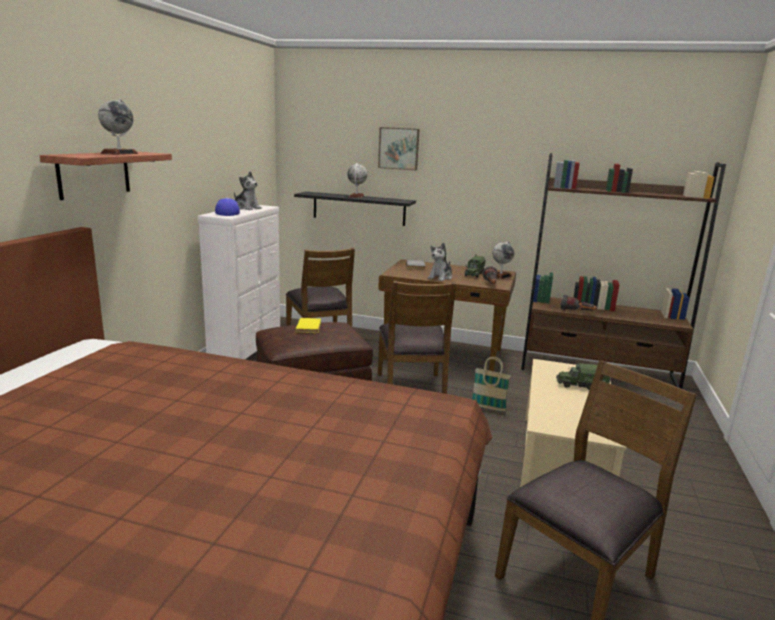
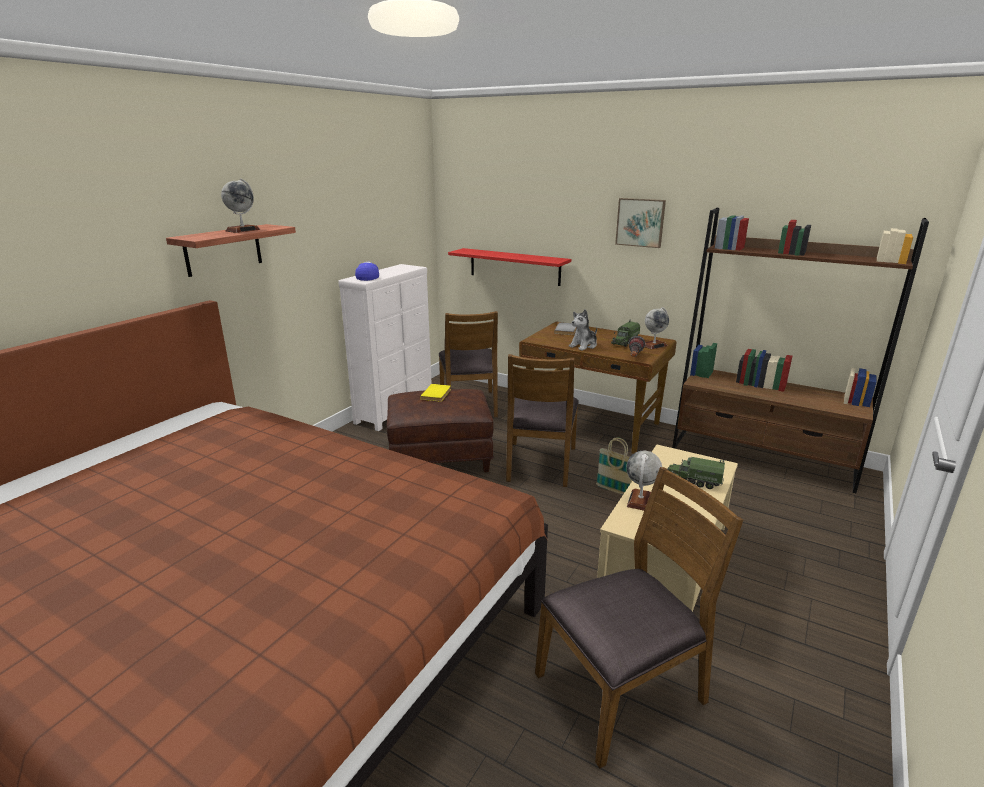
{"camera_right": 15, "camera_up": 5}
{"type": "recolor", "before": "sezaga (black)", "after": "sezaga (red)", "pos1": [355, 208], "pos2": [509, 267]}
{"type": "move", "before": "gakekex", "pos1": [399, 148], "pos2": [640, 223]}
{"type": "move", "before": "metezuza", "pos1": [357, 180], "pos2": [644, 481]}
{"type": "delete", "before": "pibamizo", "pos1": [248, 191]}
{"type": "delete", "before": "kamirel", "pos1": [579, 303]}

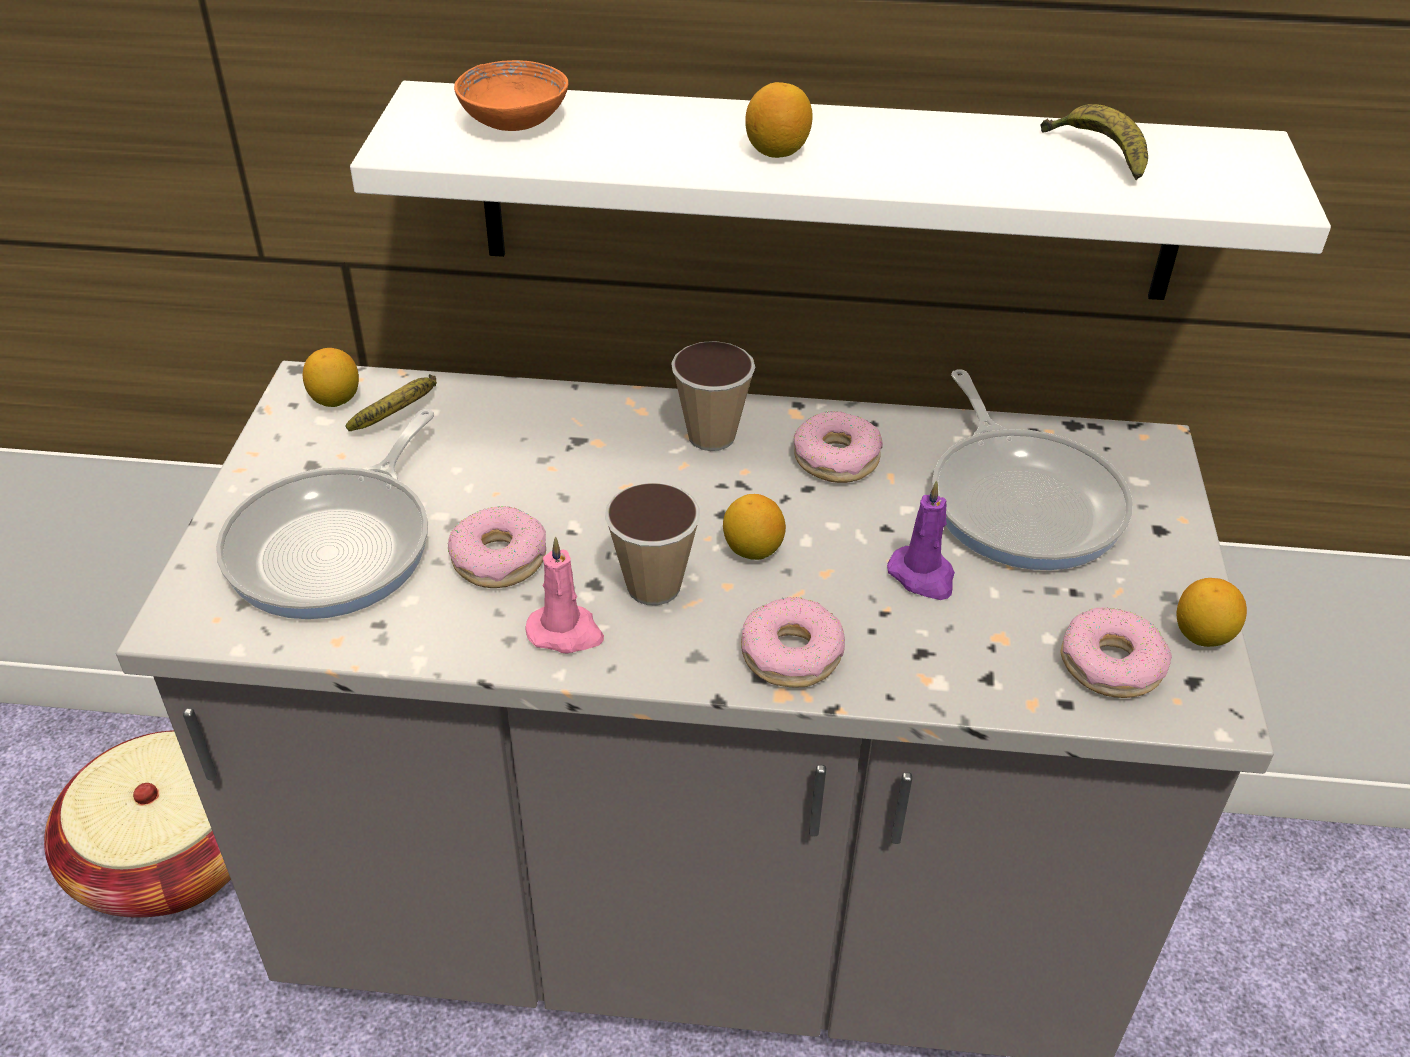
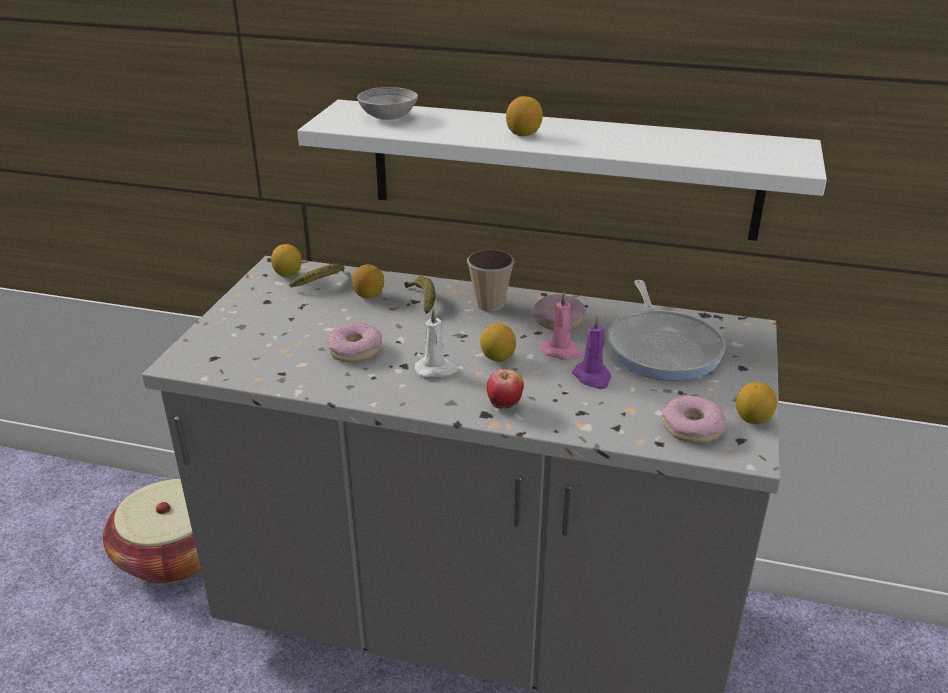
{"camera_right": 10, "camera_up": -10}
{"type": "insert", "after": "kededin", "pos2": [368, 281]}
{"type": "recolor", "before": "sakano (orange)", "after": "sakano (grey)", "pos1": [511, 95], "pos2": [387, 103]}
{"type": "move", "before": "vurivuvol", "pos1": [1094, 142], "pos2": [420, 295]}
{"type": "replace", "before": "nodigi", "after": "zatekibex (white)", "pos1": [652, 544], "pos2": [436, 342]}
{"type": "replace", "before": "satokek", "after": "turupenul", "pos1": [793, 642], "pos2": [505, 389]}
{"type": "move", "before": "zatekibex (pink)", "pos1": [564, 595], "pos2": [561, 325]}
{"type": "delete", "before": "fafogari", "pos1": [325, 514]}

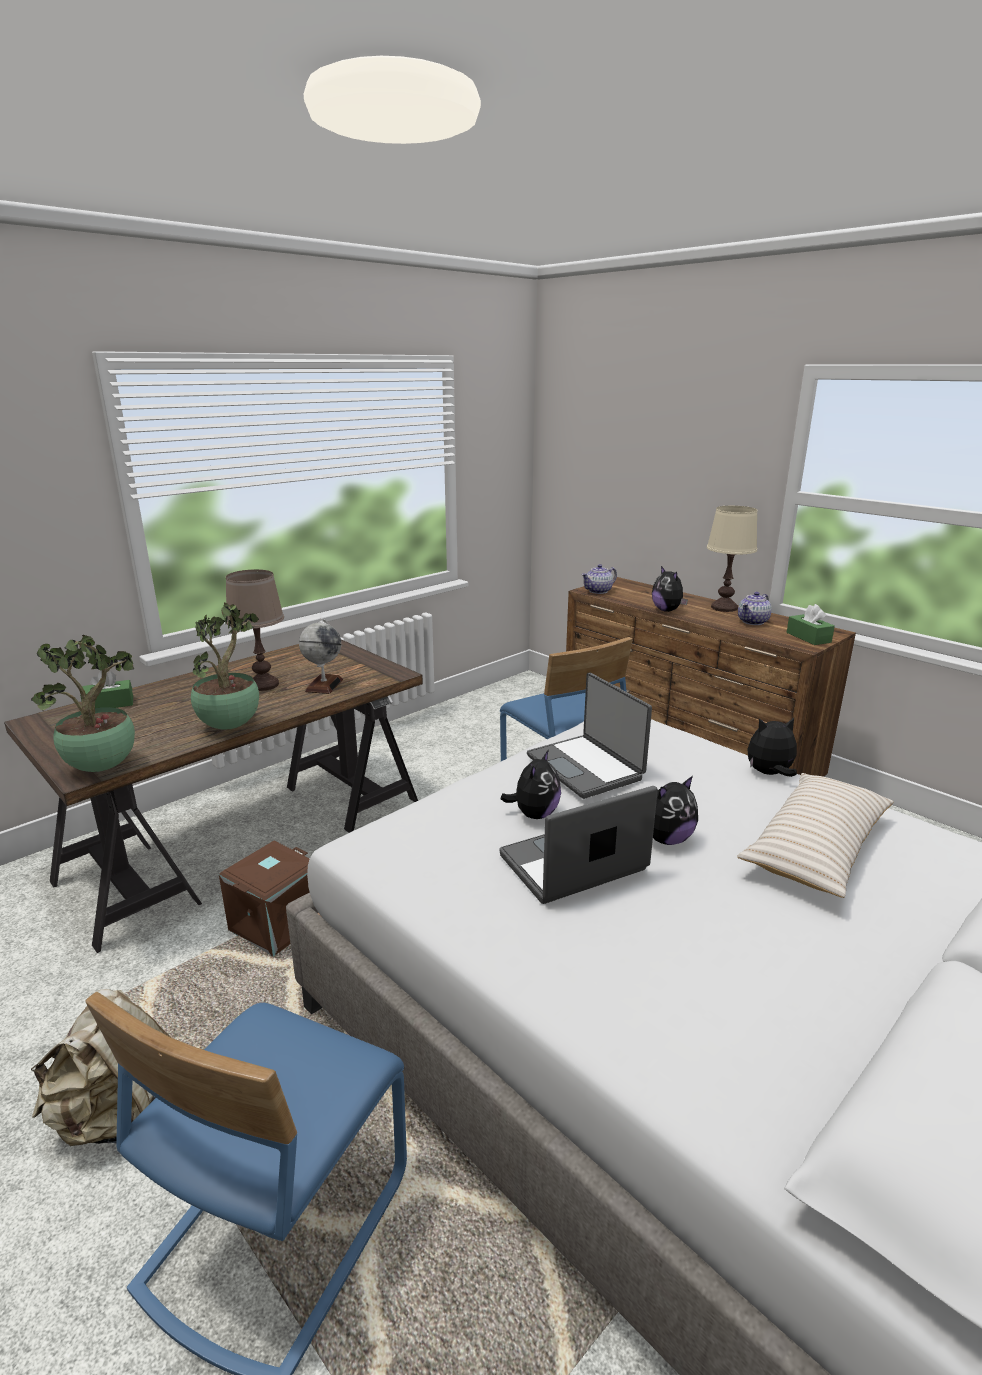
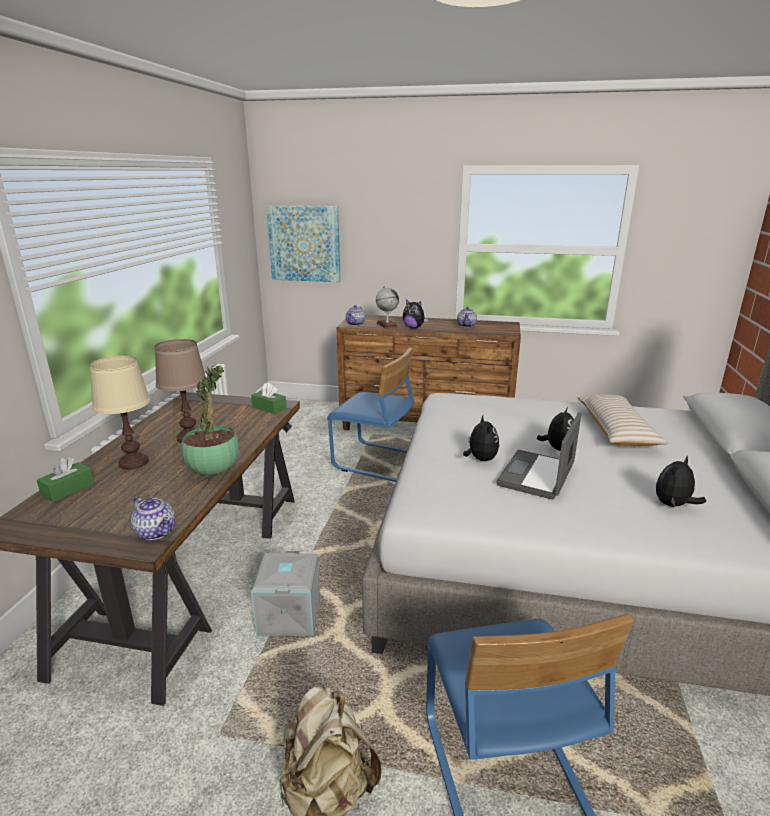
{"camera_right": -35, "camera_up": 0}
{"type": "move", "before": "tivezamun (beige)", "pos1": [732, 559], "pos2": [119, 413]}
{"type": "replace", "before": "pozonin", "after": "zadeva", "pos1": [83, 703], "pos2": [153, 518]}
{"type": "move", "before": "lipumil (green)", "pos1": [811, 624], "pos2": [269, 398]}
{"type": "recolor", "before": "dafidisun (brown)", "after": "dafidisun (grey)", "pos1": [264, 899], "pos2": [285, 594]}
{"type": "insert", "after": "gakekex", "pos2": [303, 243]}
{"type": "move", "before": "metezuza", "pos1": [321, 656], "pos2": [387, 307]}
{"type": "move", "before": "pibamizo", "pos1": [772, 747], "pos2": [681, 481]}
{"type": "delete", "before": "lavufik", "pos1": [589, 735]}

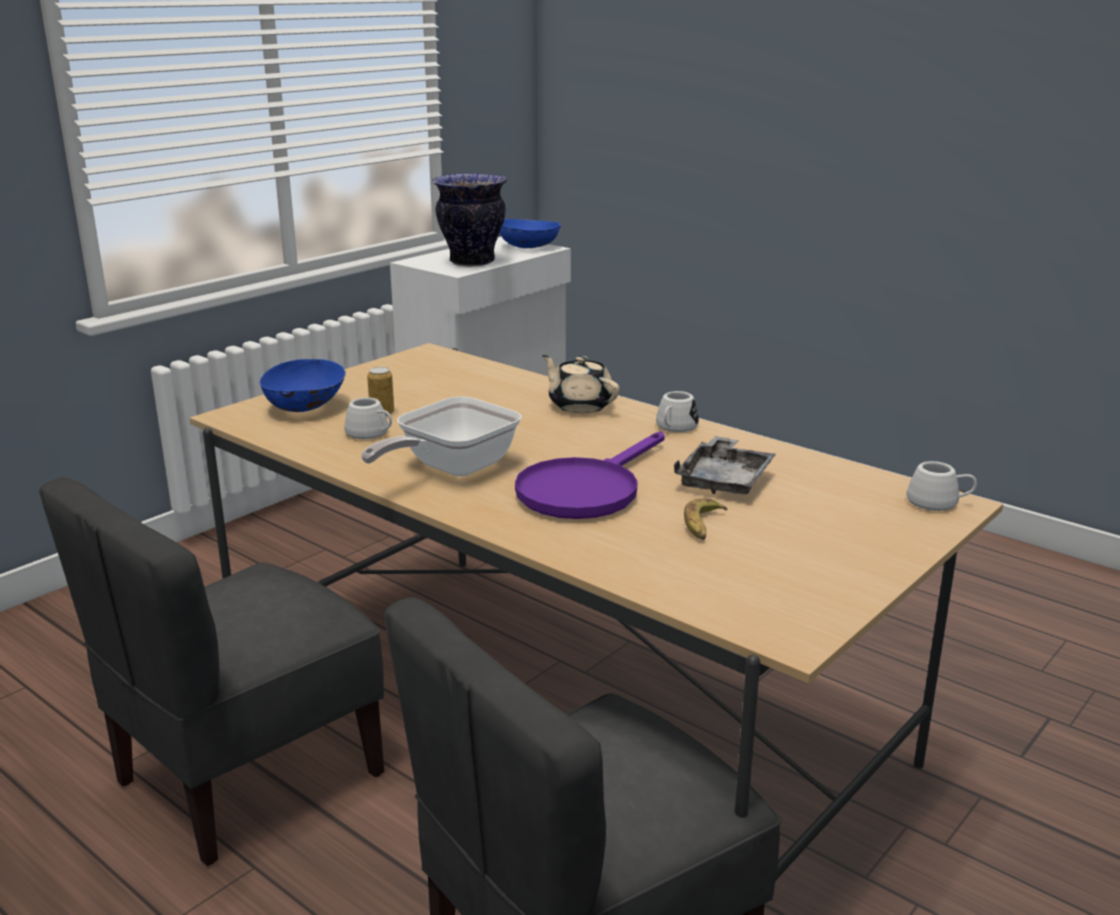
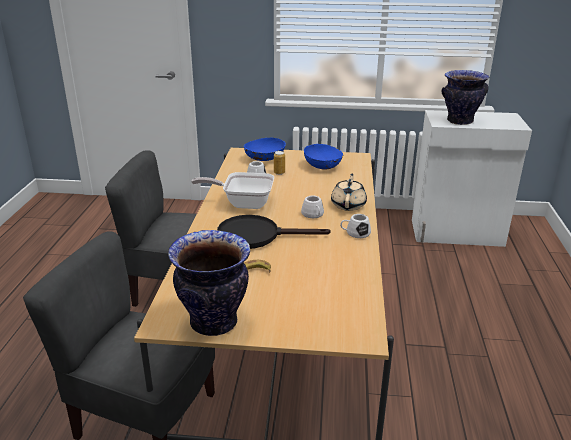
{"camera_right": 55, "camera_up": 5}
{"type": "insert", "after": "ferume", "pos2": [209, 283]}
{"type": "recolor", "before": "fafogari (purple)", "after": "fafogari (black)", "pos1": [590, 475], "pos2": [274, 232]}
{"type": "move", "before": "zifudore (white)", "pos1": [941, 486], "pos2": [312, 207]}
{"type": "move", "before": "sakano (blue)", "pos1": [530, 233], "pos2": [323, 157]}
{"type": "delete", "before": "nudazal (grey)", "pos1": [725, 465]}

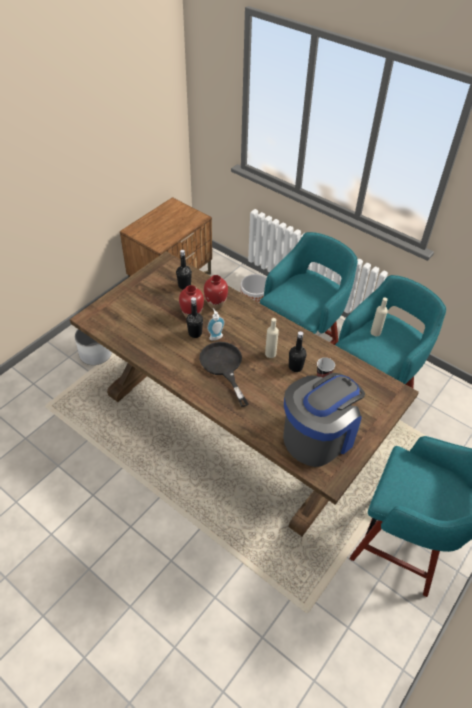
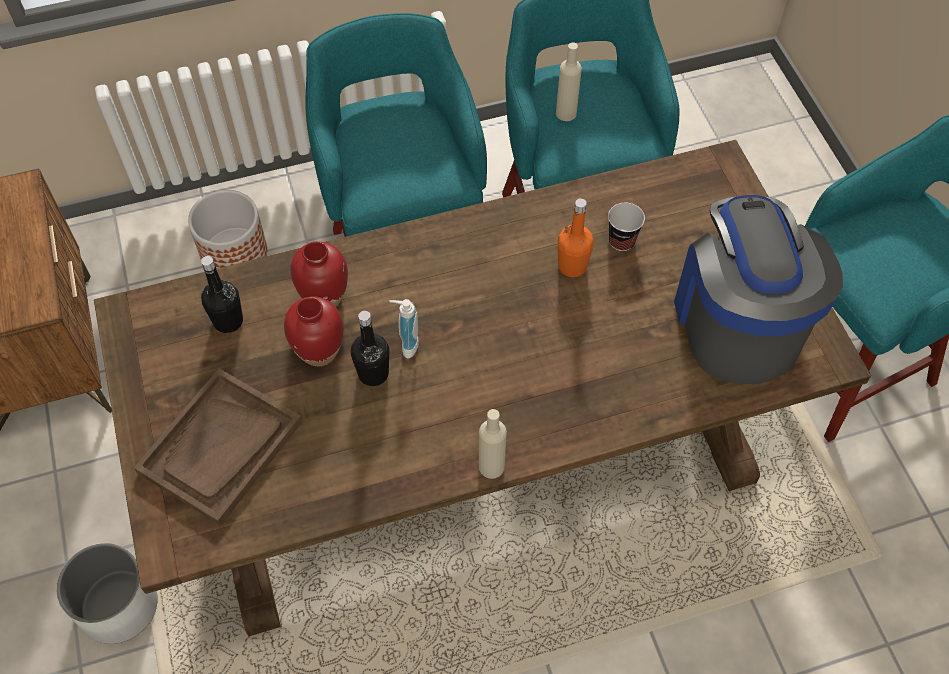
{"camera_right": -55, "camera_up": 10}
{"type": "insert", "after": "nudazal (brown)", "pos2": [218, 447]}
{"type": "move", "before": "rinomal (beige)", "pos1": [272, 338], "pos2": [493, 444]}
{"type": "recolor", "before": "rinomal (black)", "after": "rinomal (orange)", "pos1": [298, 351], "pos2": [576, 237]}
{"type": "delete", "before": "fafogari (black)", "pos1": [224, 374]}

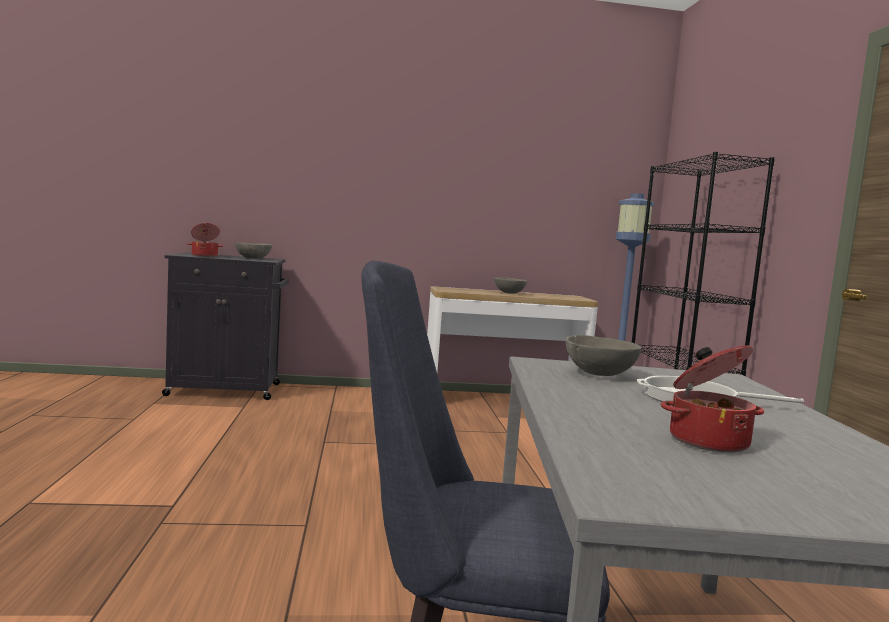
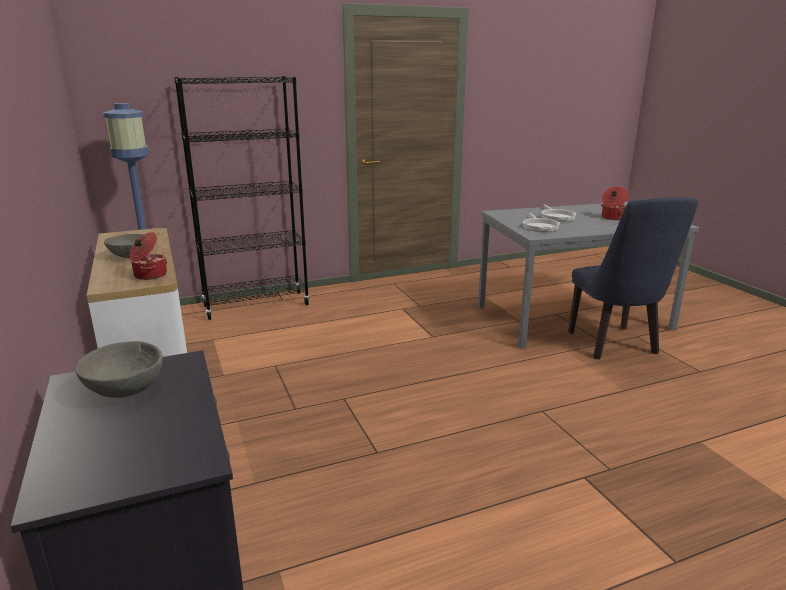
{"camera_right": -105, "camera_up": 15}
{"type": "move", "before": "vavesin", "pos1": [205, 240], "pos2": [148, 256]}
{"type": "replace", "before": "sakano (grey)", "after": "fafogari", "pos1": [603, 355], "pos2": [541, 222]}

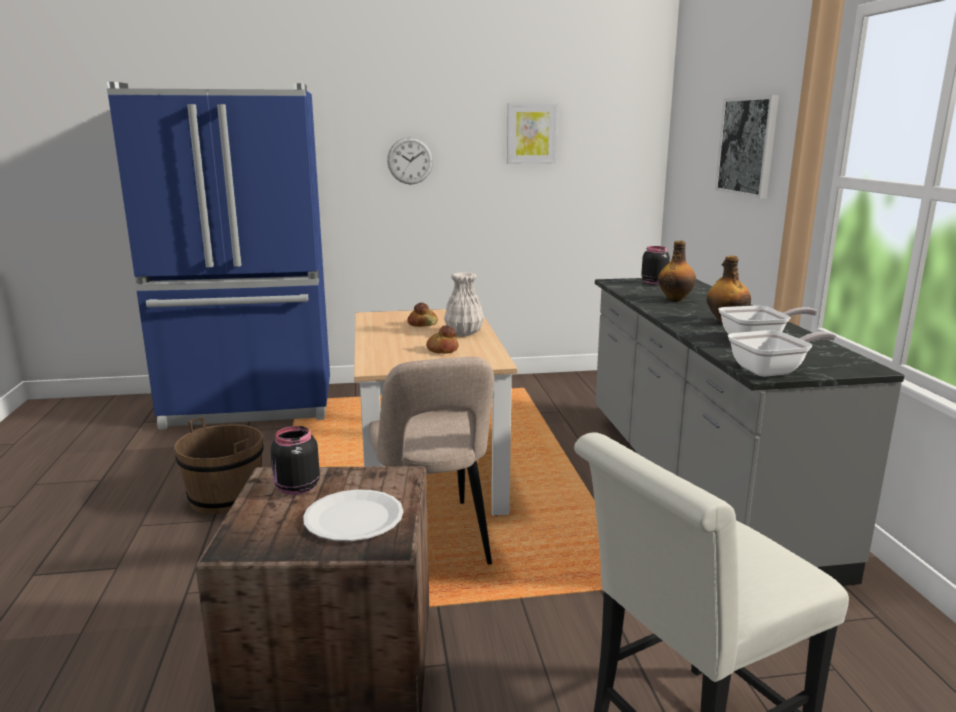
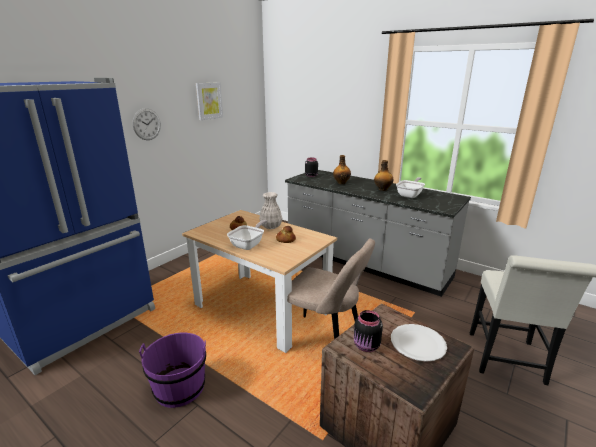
{"camera_right": -45, "camera_up": 5}
{"type": "recolor", "before": "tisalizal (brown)", "after": "tisalizal (purple)", "pos1": [218, 465], "pos2": [172, 370]}
{"type": "move", "before": "fafogari", "pos1": [782, 353], "pos2": [247, 235]}
{"type": "delete", "before": "gakekex", "pos1": [747, 147]}

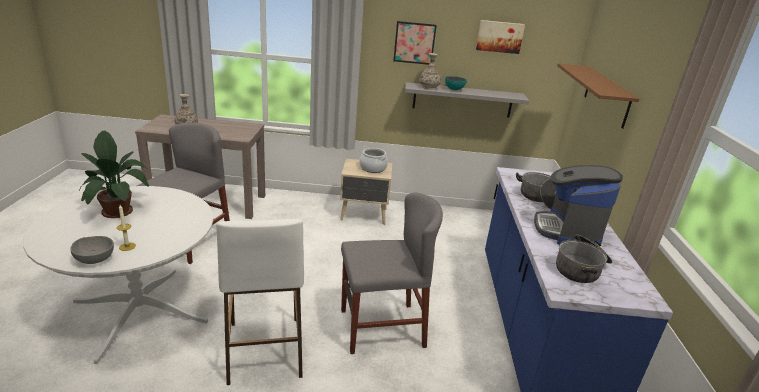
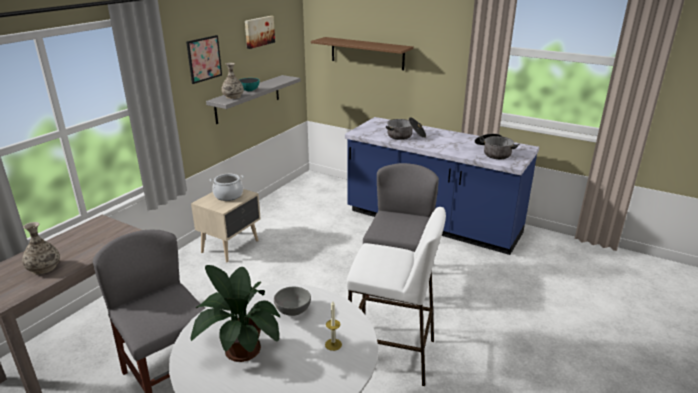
{"camera_right": -60, "camera_up": 0}
{"type": "move", "before": "sakano (grey)", "pos1": [92, 250], "pos2": [292, 301]}
{"type": "delete", "before": "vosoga", "pos1": [578, 205]}

